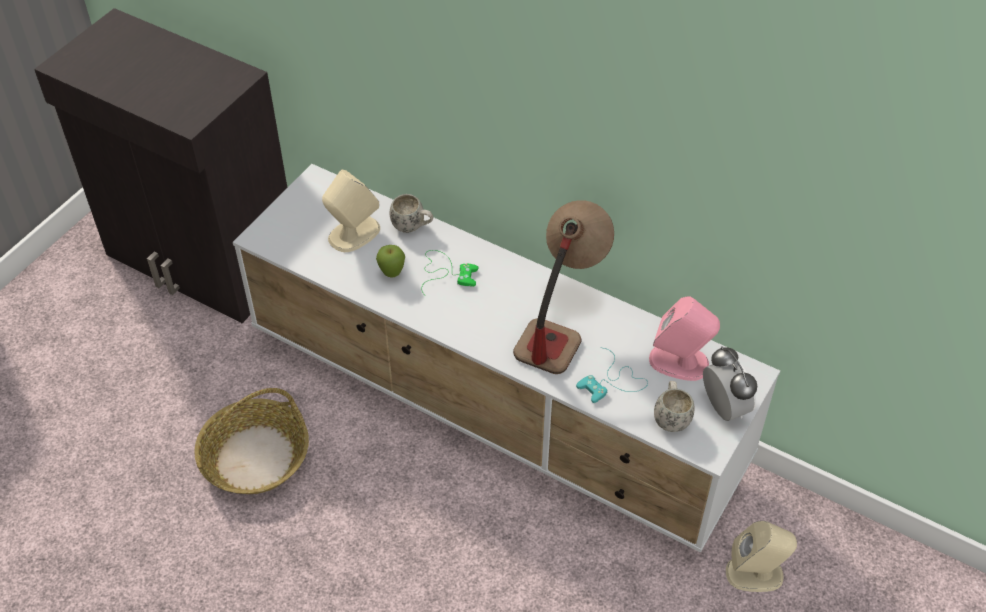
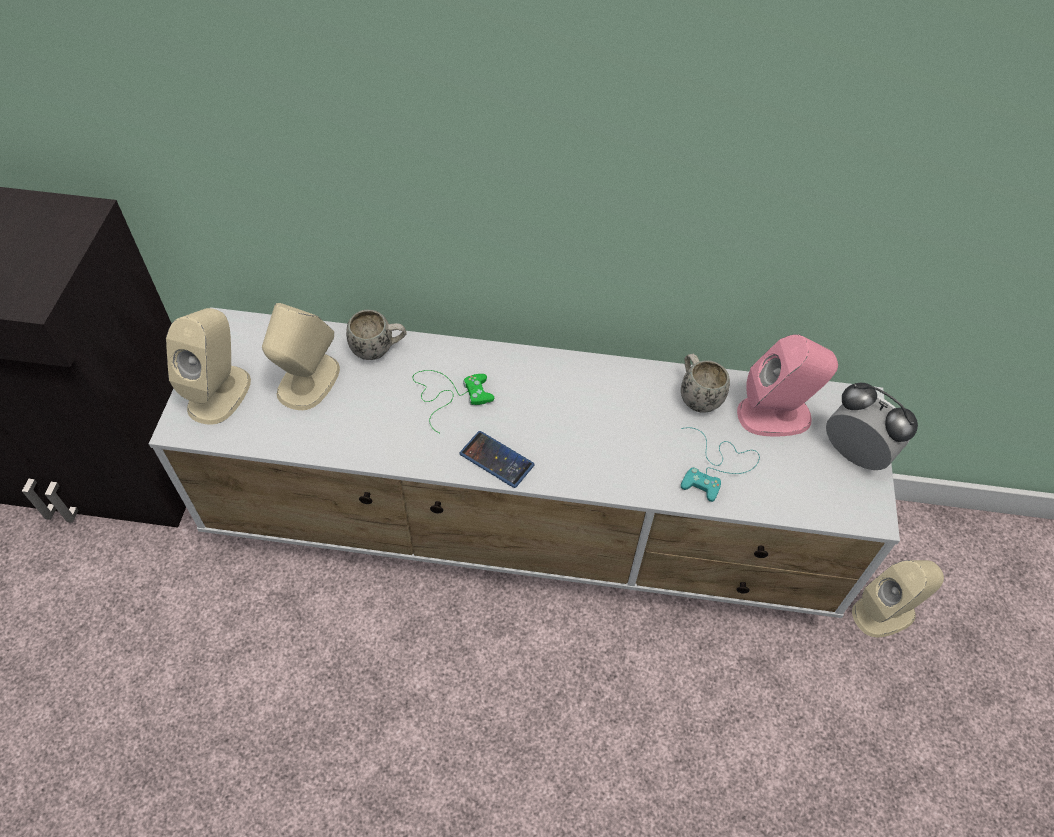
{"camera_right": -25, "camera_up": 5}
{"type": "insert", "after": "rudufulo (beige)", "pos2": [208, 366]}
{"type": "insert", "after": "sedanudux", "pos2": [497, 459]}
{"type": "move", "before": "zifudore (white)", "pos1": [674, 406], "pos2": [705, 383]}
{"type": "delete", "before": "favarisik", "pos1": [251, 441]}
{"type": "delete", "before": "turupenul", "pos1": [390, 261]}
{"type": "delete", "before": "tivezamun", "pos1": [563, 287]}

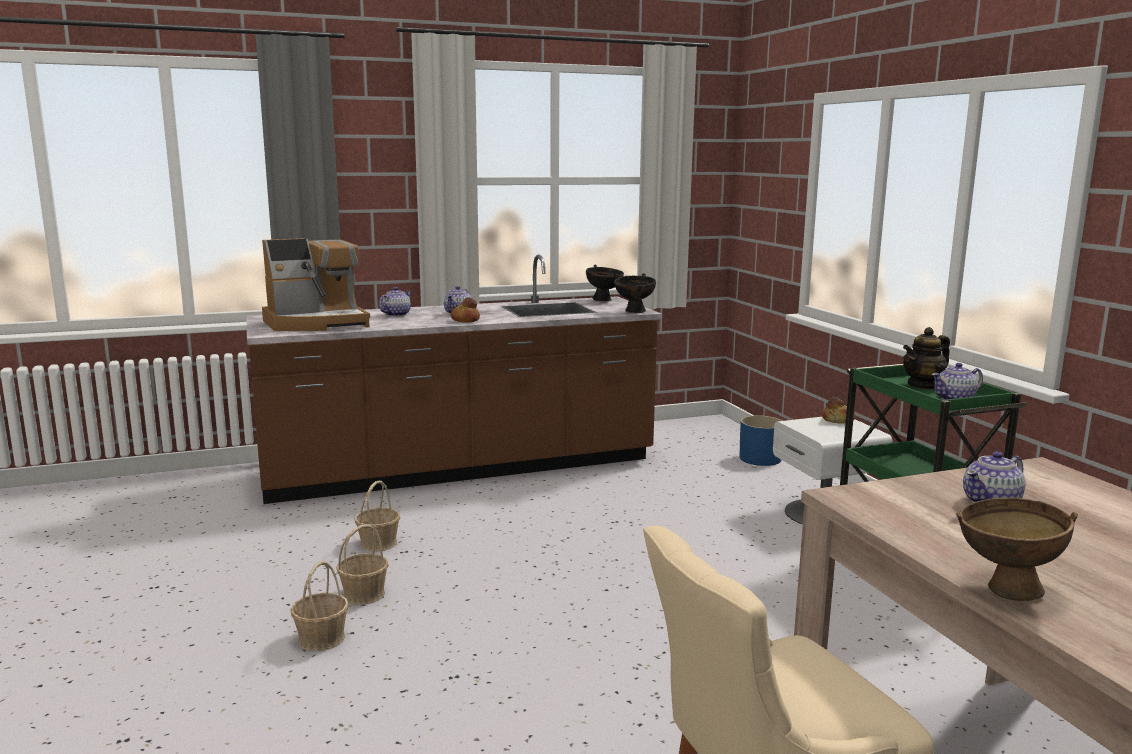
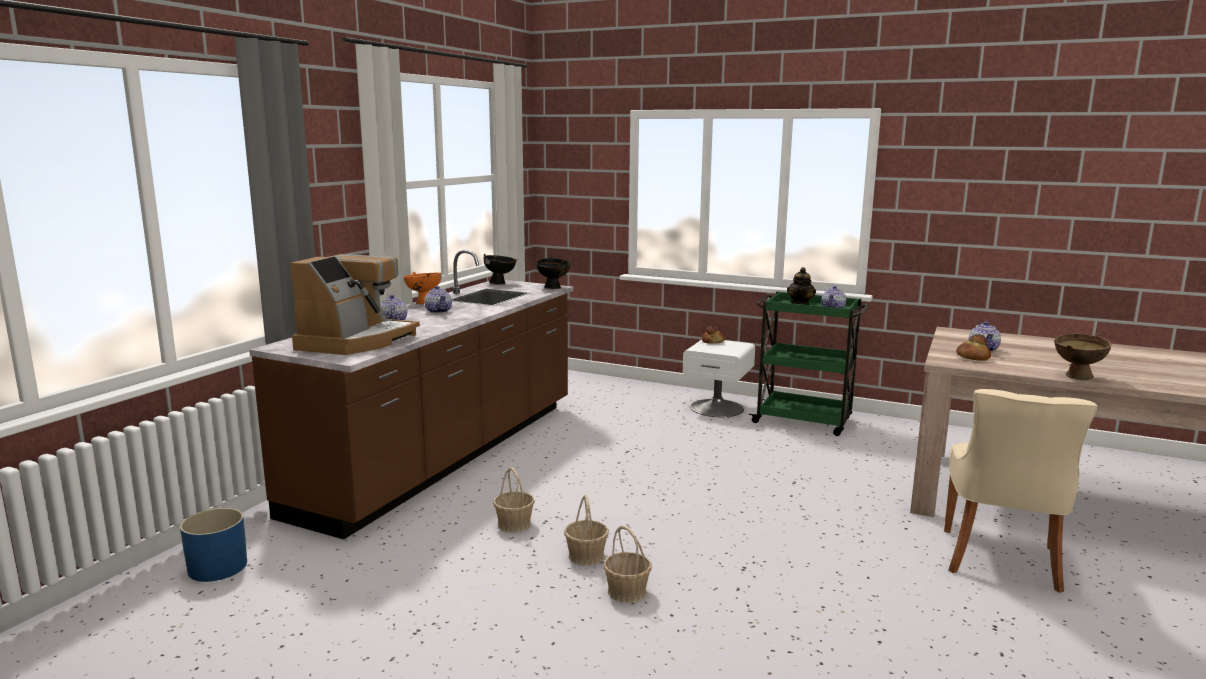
{"camera_right": -45, "camera_up": 0}
{"type": "move", "before": "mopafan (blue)", "pos1": [761, 440], "pos2": [213, 545]}
{"type": "insert", "after": "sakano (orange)", "pos2": [423, 288]}
{"type": "move", "before": "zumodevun", "pos1": [465, 310], "pos2": [973, 347]}

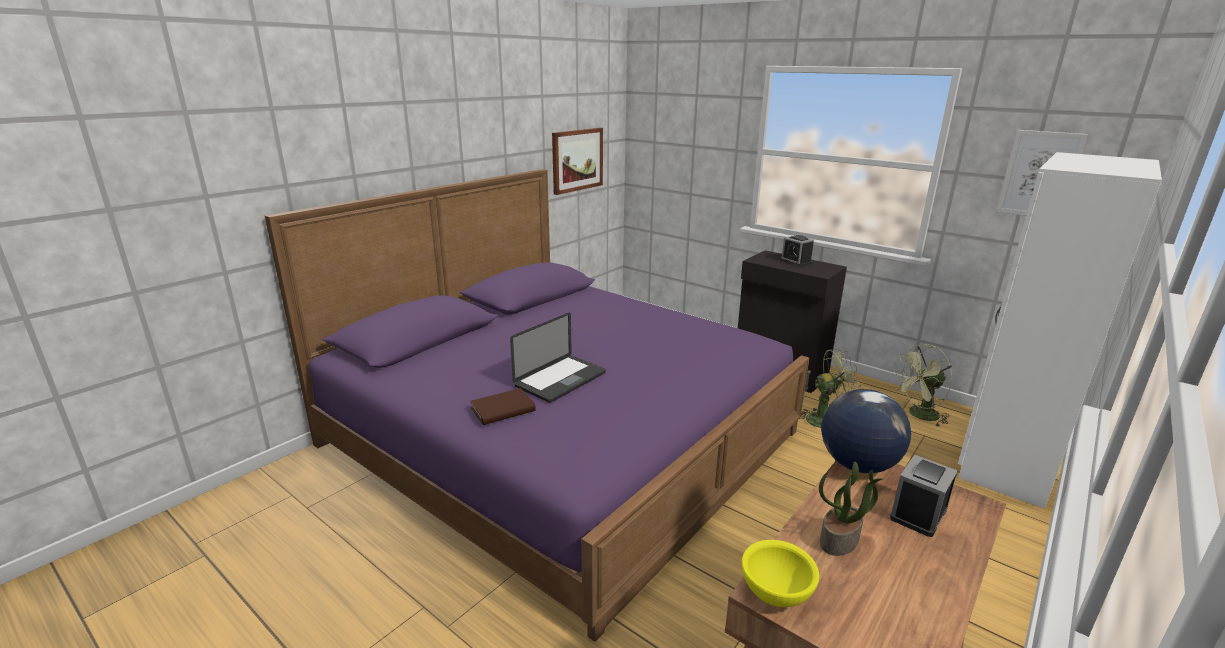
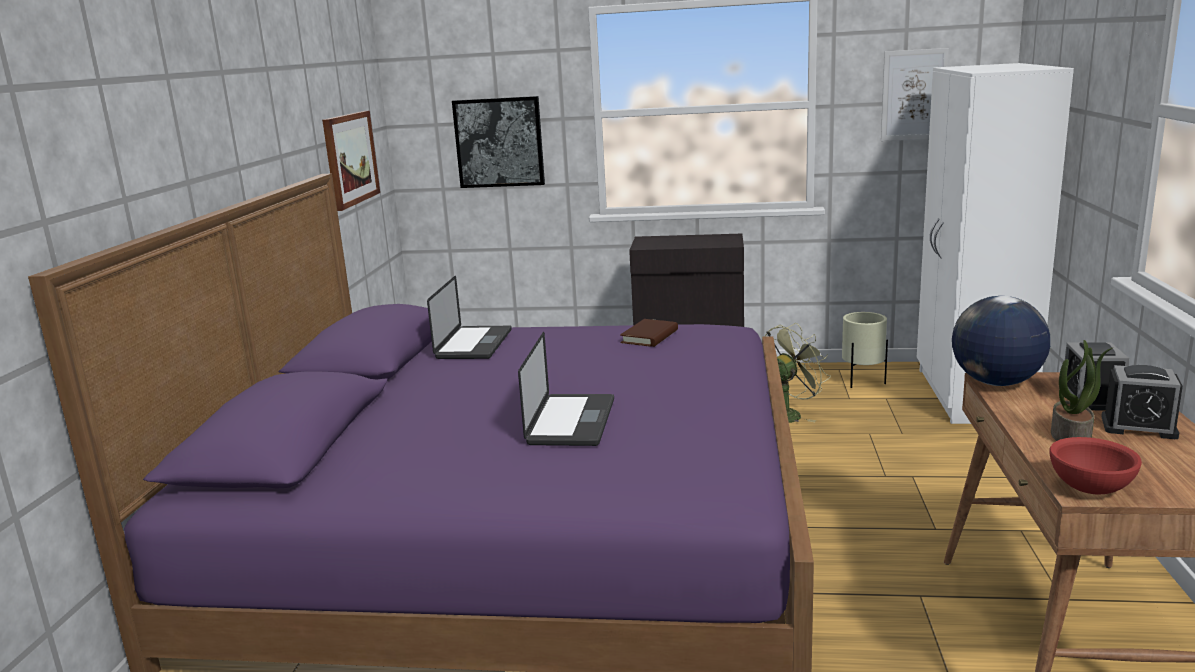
{"camera_right": -30, "camera_up": -5}
{"type": "insert", "after": "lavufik", "pos2": [469, 317]}
{"type": "insert", "after": "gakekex", "pos2": [498, 142]}
{"type": "move", "before": "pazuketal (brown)", "pos1": [503, 406], "pos2": [649, 333]}
{"type": "replace", "before": "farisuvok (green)", "after": "mopafan (beige)", "pos1": [923, 386], "pos2": [865, 350]}
{"type": "recolor", "before": "sakano (yellow)", "after": "sakano (red)", "pos1": [781, 573], "pos2": [1095, 465]}
{"type": "move", "before": "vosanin", "pos1": [797, 250], "pos2": [1142, 402]}

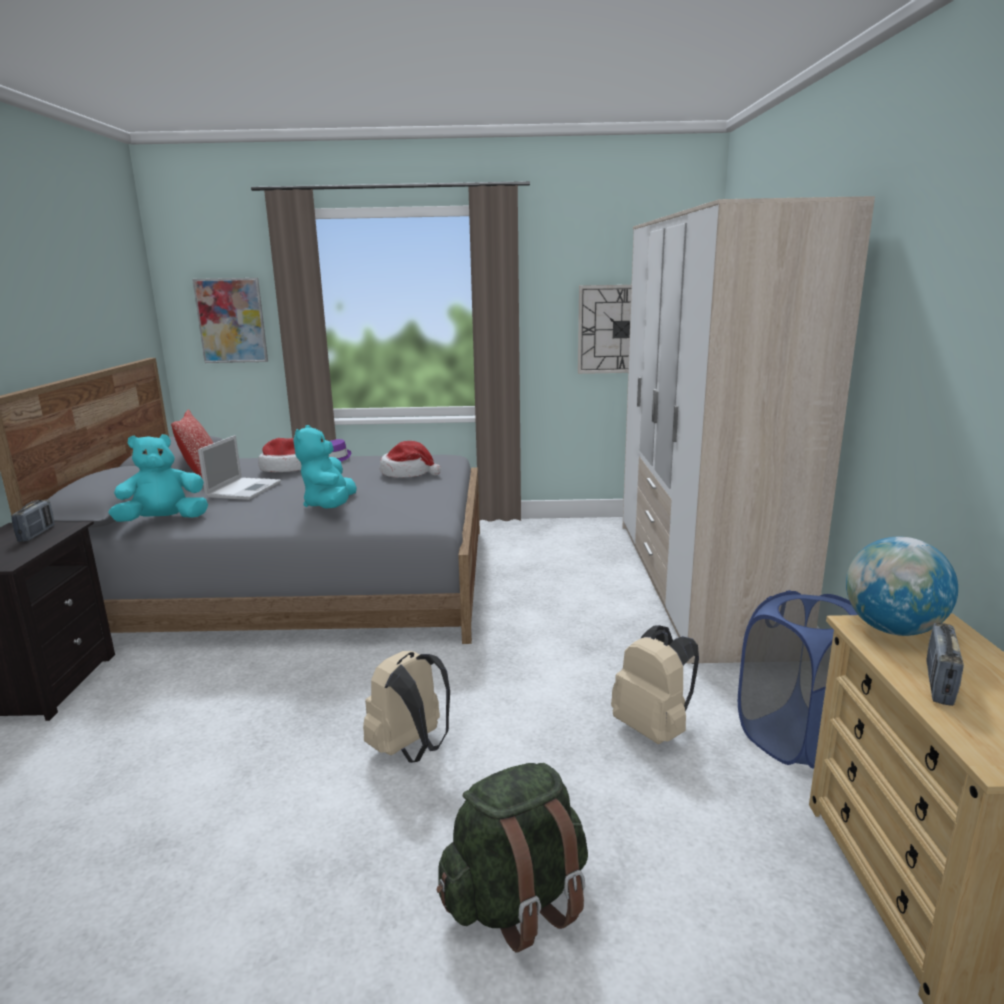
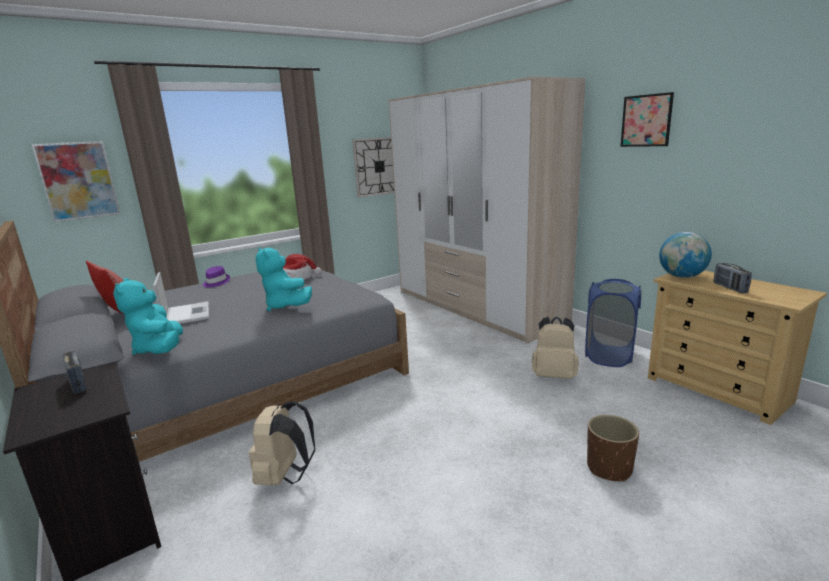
{"camera_right": -35, "camera_up": 0}
{"type": "rotate", "before": "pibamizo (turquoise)", "pos1": [158, 478], "pos2": [148, 316], "turn": -45}
{"type": "move", "before": "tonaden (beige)", "pos1": [406, 707], "pos2": [282, 443]}
{"type": "replace", "before": "tonaden (green)", "after": "mopafan (brown)", "pos1": [512, 858], "pos2": [613, 448]}
{"type": "insert", "after": "gakekex", "pos2": [647, 119]}
{"type": "delete", "before": "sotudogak", "pos1": [280, 455]}

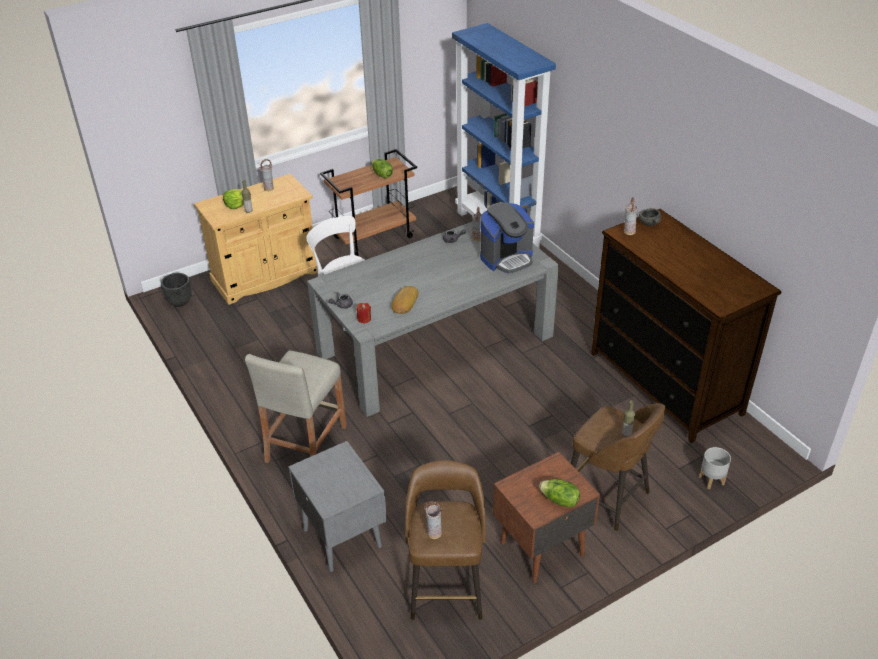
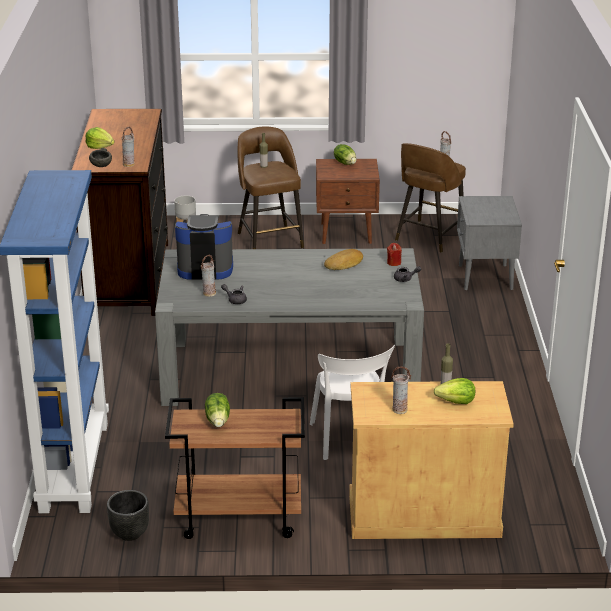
{"camera_right": -150, "camera_up": -10}
{"type": "insert", "after": "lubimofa", "pos2": [100, 138]}
{"type": "move", "before": "mopafan (black)", "pos1": [176, 290], "pos2": [128, 515]}
{"type": "delete", "before": "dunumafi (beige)", "pos1": [296, 406]}

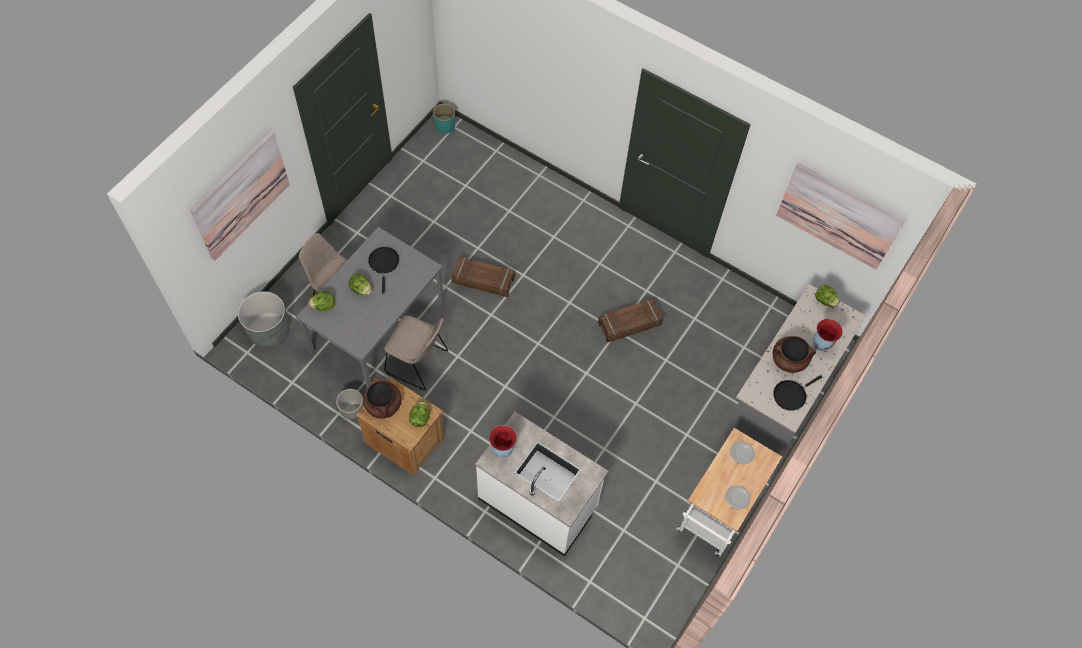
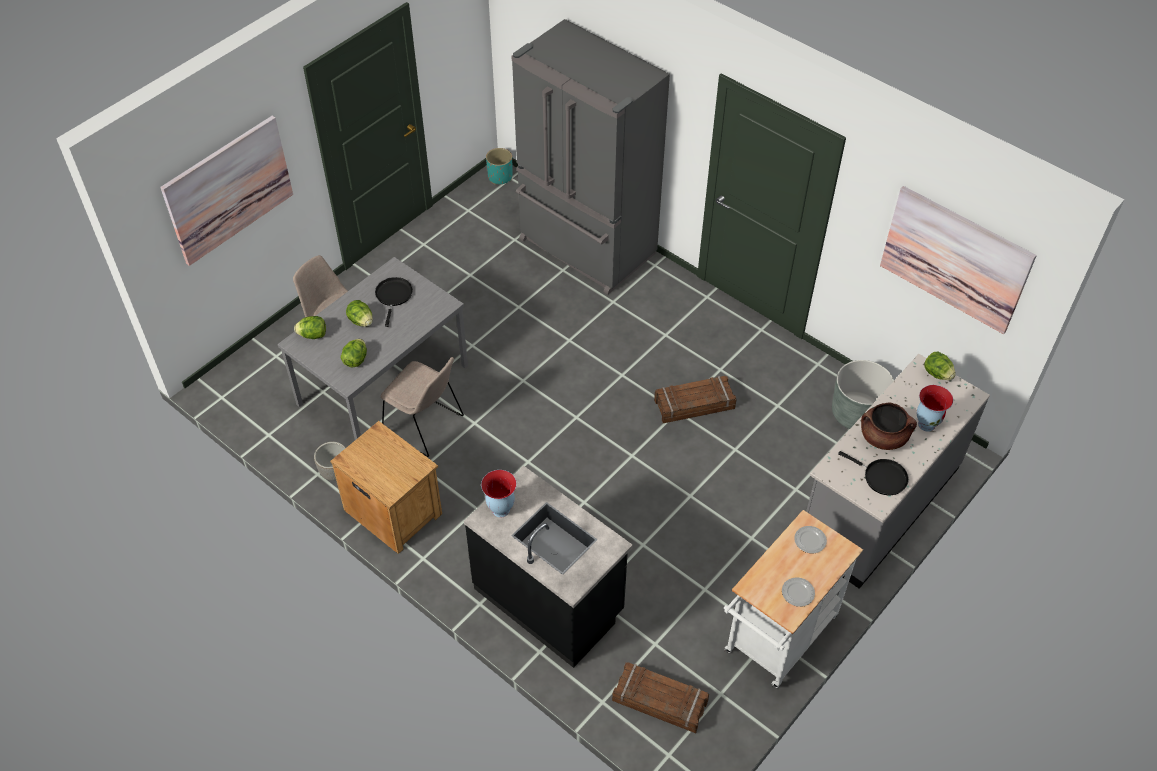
{"camera_right": 10, "camera_up": -10}
{"type": "move", "before": "lubimofa", "pos1": [419, 414], "pos2": [354, 353]}
{"type": "recolor", "before": "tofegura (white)", "after": "tofegura (black)", "pos1": [542, 484], "pos2": [548, 567]}
{"type": "insert", "after": "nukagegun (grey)", "pos2": [590, 157]}
{"type": "move", "before": "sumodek", "pos1": [483, 277], "pos2": [660, 697]}
{"type": "move", "before": "mopafan (grey)", "pos1": [263, 319], "pos2": [863, 394]}
{"type": "rotate", "before": "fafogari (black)", "pos1": [797, 393], "pos2": [873, 473], "turn": -120}
{"type": "delete", "before": "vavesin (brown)", "pos1": [382, 397]}

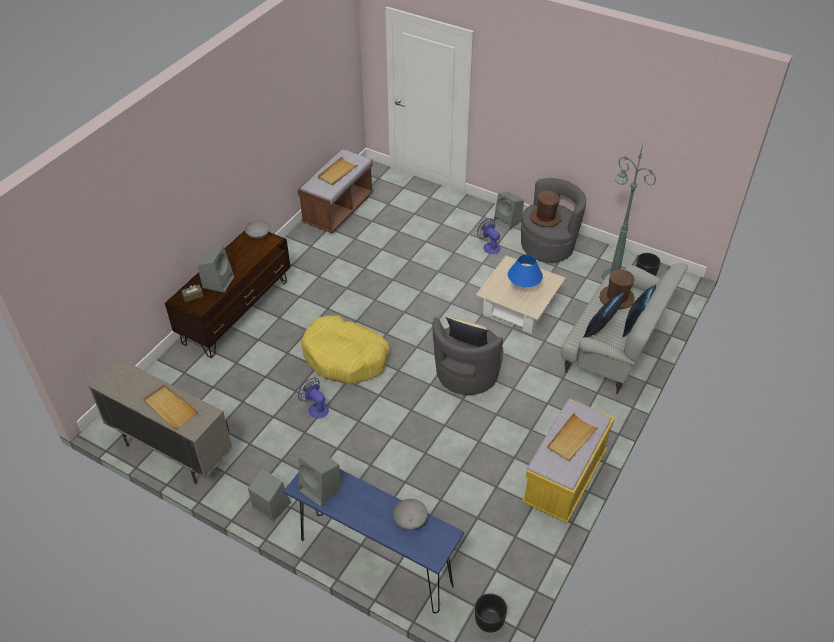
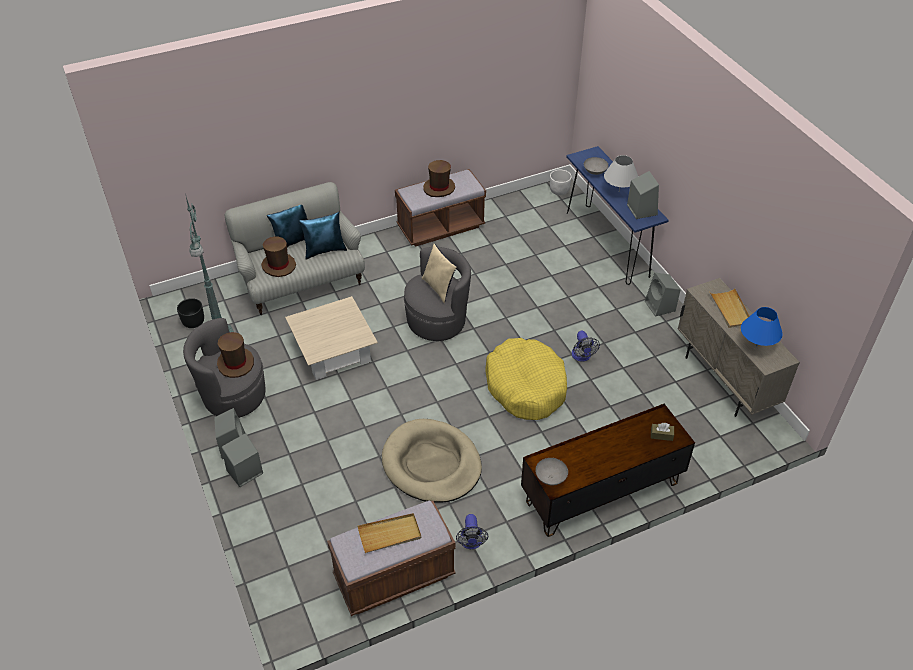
{"camera_right": -145, "camera_up": 0}
{"type": "move", "before": "rudufulo (grey)", "pos1": [215, 269], "pos2": [242, 460]}
{"type": "insert", "after": "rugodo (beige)", "pos2": [432, 461]}
{"type": "recolor", "before": "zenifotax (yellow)", "after": "zenifotax (brown)", "pos1": [568, 461], "pos2": [440, 208]}
{"type": "replace", "before": "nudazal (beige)", "after": "sotudogak (brown)", "pos1": [573, 437], "pos2": [439, 178]}
{"type": "move", "before": "farisuvok", "pos1": [488, 236], "pos2": [472, 531]}
{"type": "recolor", "before": "mopafan (black)", "after": "mopafan (white)", "pos1": [491, 613], "pos2": [561, 182]}
{"type": "insert", "after": "tivezamun (white)", "pos2": [621, 173]}
{"type": "move", "before": "tivezamun (blue)", "pos1": [525, 271], "pos2": [762, 326]}

